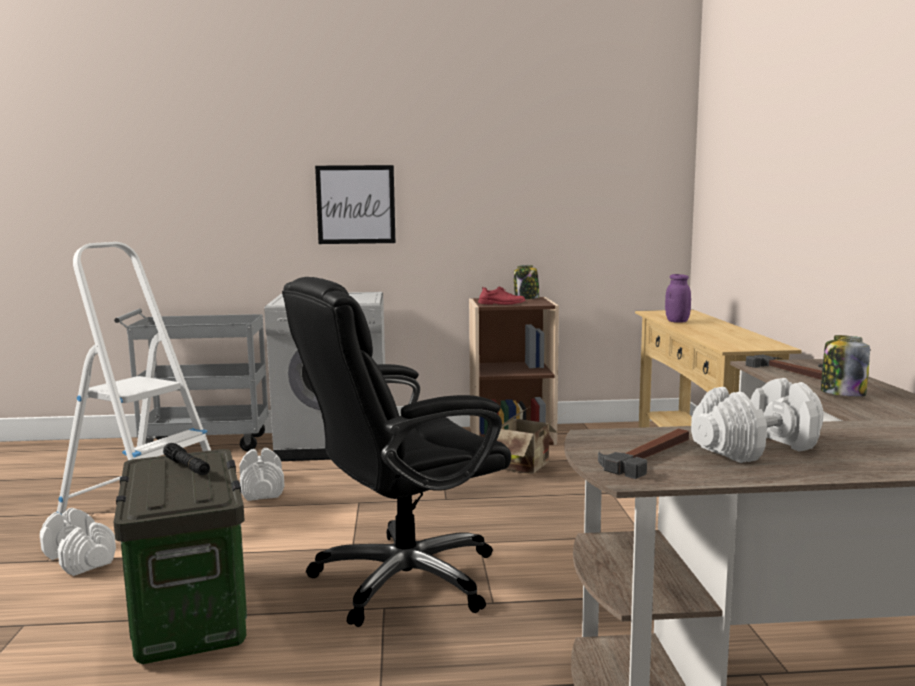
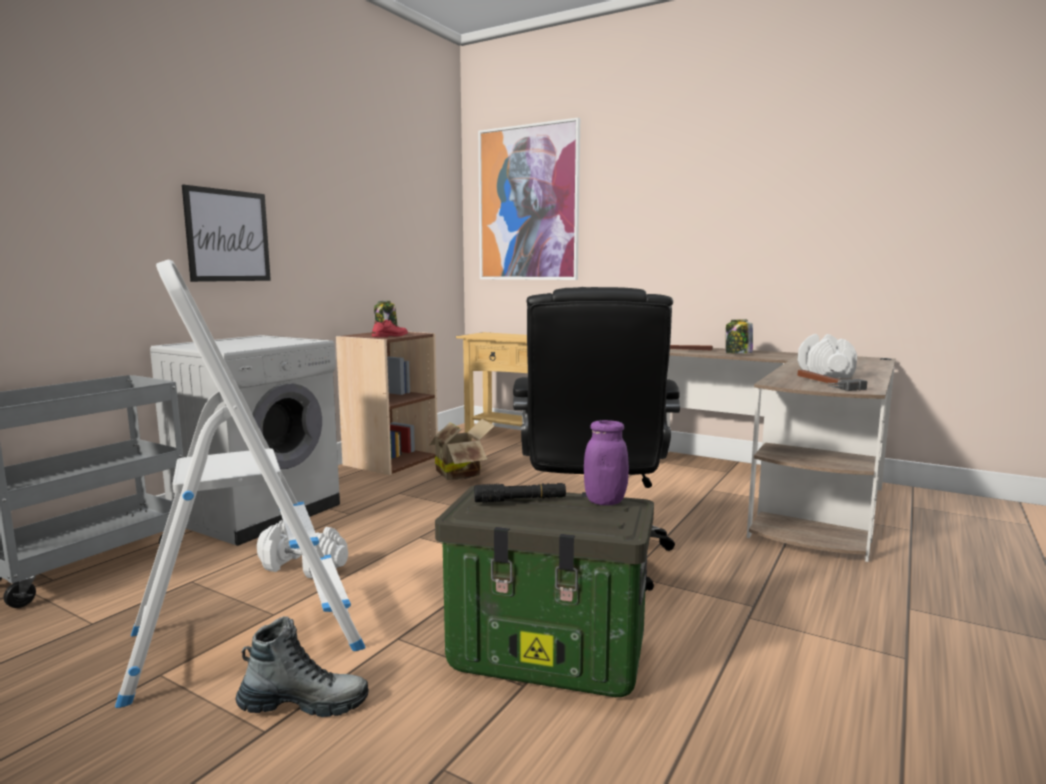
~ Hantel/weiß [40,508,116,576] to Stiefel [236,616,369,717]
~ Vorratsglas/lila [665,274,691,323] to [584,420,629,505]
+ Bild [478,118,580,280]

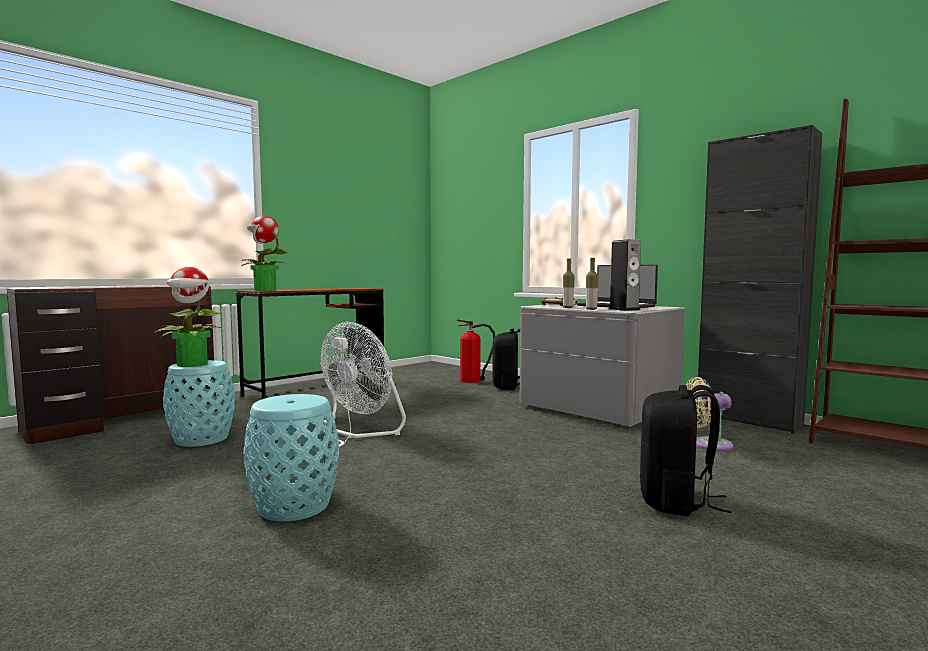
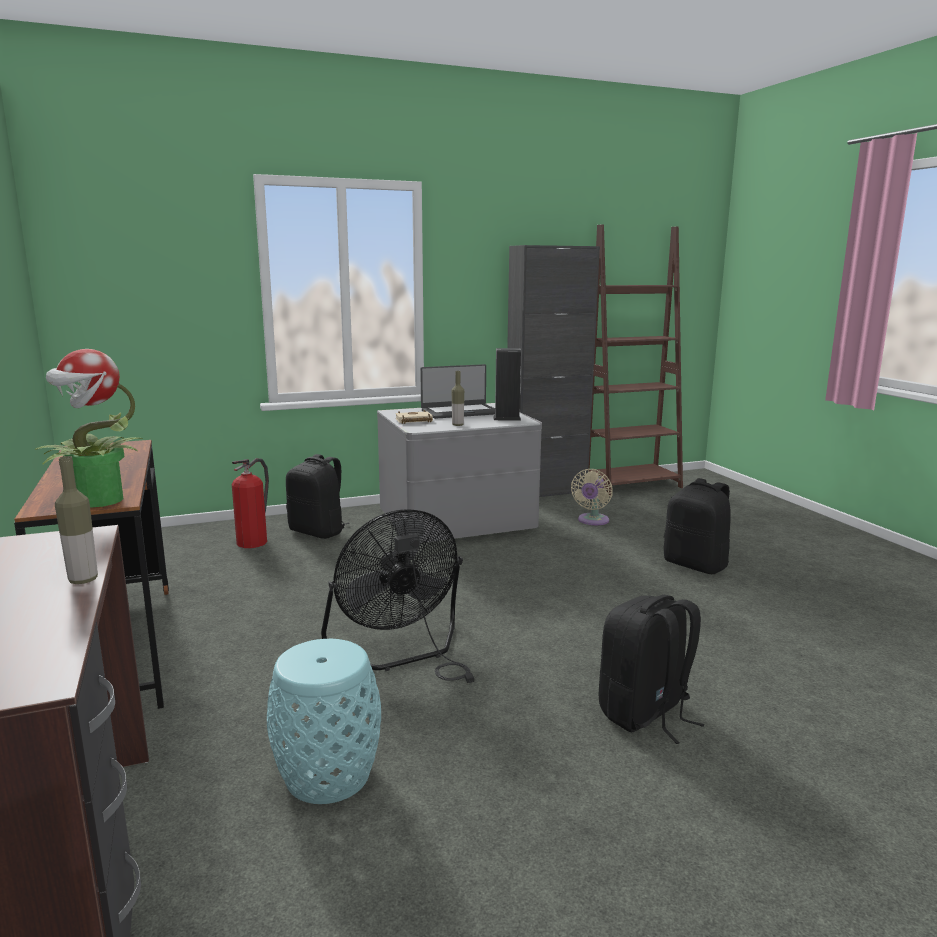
- Topfpflanze [154,267,222,367]
~ Hocker/türkis [243,394,339,522] to Rucksack/schwarz [599,595,704,744]
~ Ventilator/weiß [317,322,406,449] to Ventilator/schwarz [321,510,474,683]
~ Flasche [586,258,598,310] to [55,456,98,584]

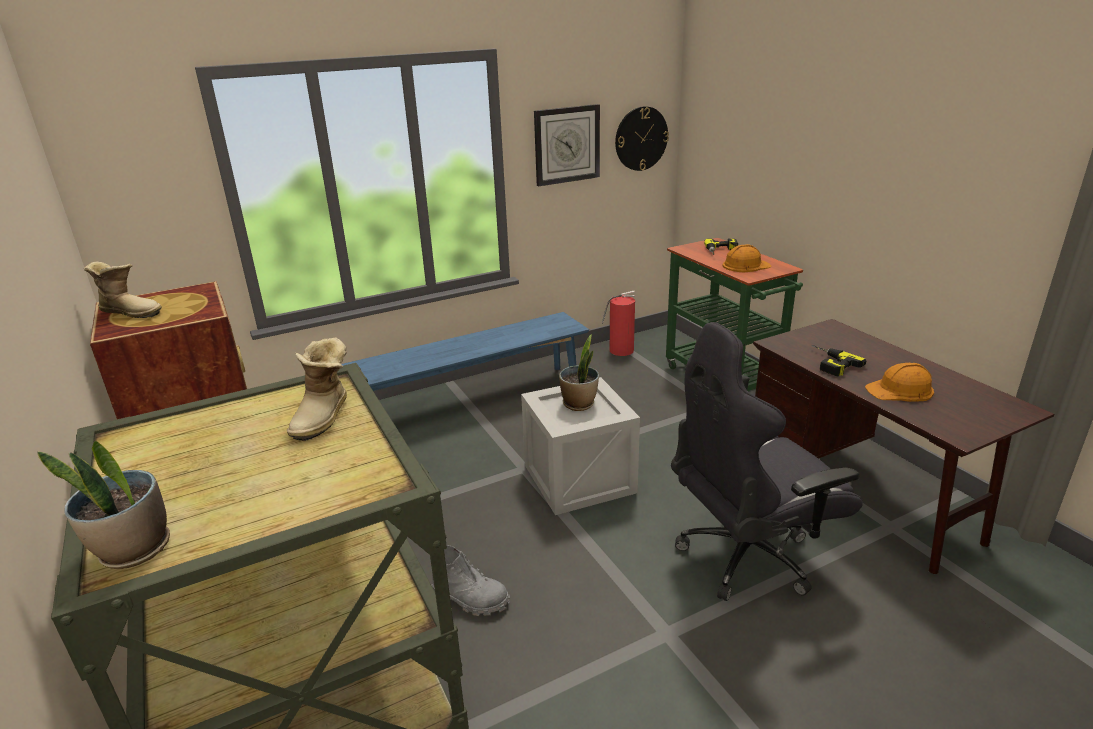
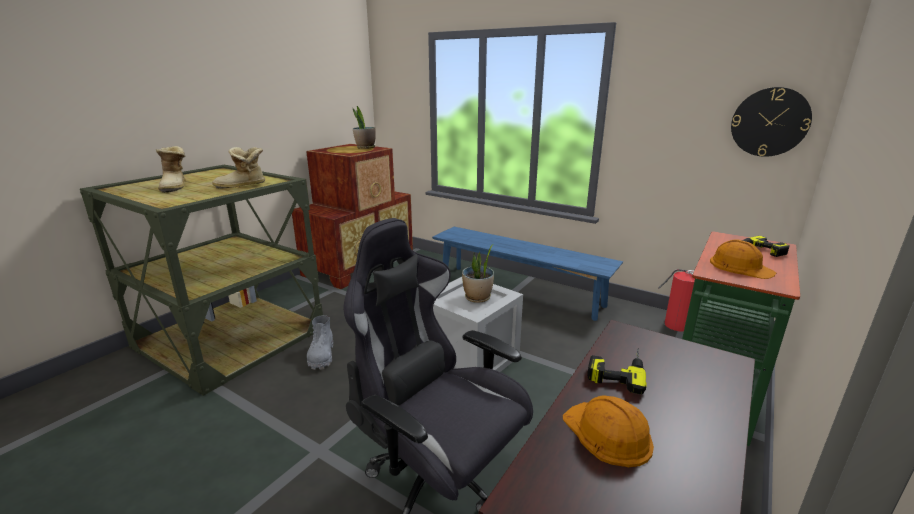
~ Topfpflanze [37,441,170,569] to [353,106,376,149]
~ Stiefel [84,262,162,318] to [156,146,186,193]
- Wanduhr [534,104,600,186]

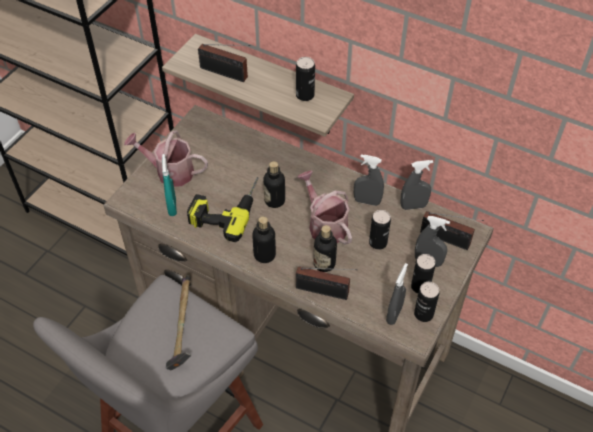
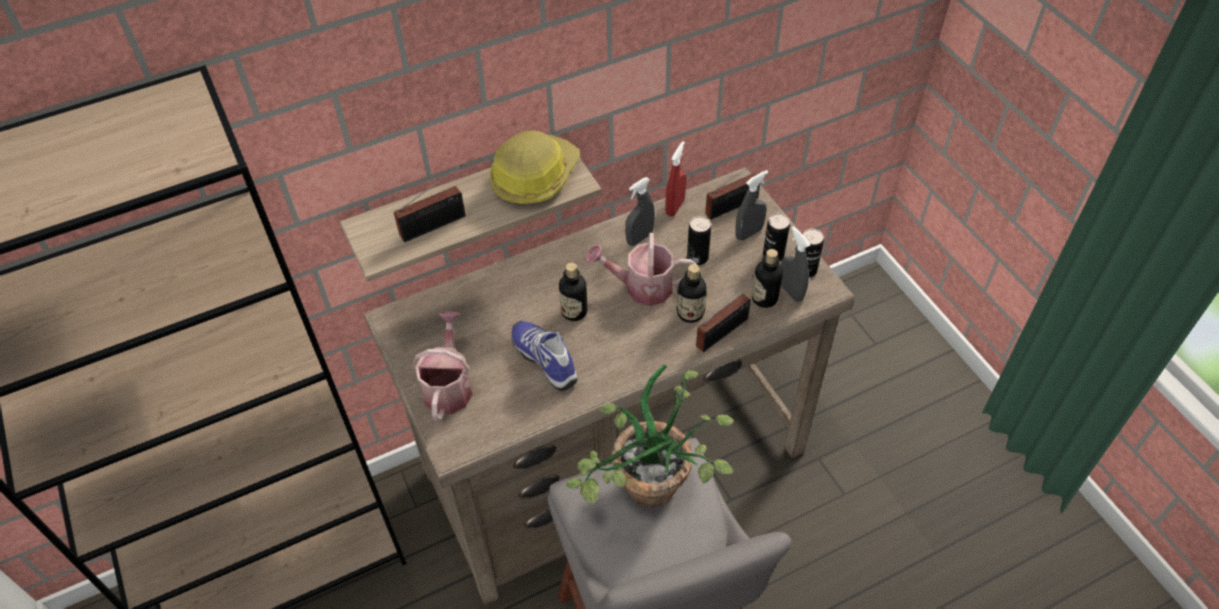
~ Gießkanne [124,130,208,187] = [412,312,473,421] 135 degrees clockwise
- Sprühflasche/türkis [162,154,177,216]
~ Hammer [166,275,192,370] to Topfpflanze [566,365,734,508]
~ Bohrmaschine [187,177,259,242] to Schuh [512,321,578,391]
~ Flasche [252,216,276,263] to [752,249,783,308]
~ Dose [296,57,315,101] to Schutzhelm [490,130,580,205]
~ Sprühflasche/grau [401,160,433,210] to Sprühflasche/rot [665,141,686,217]

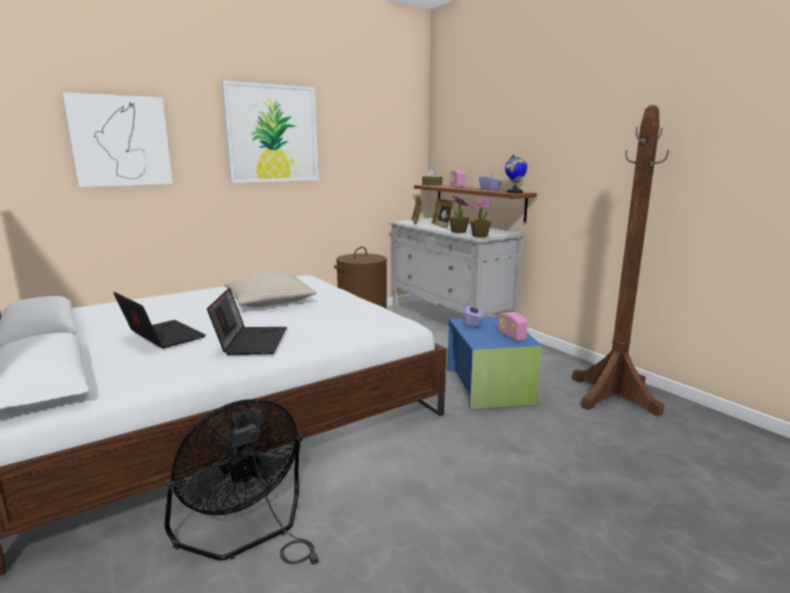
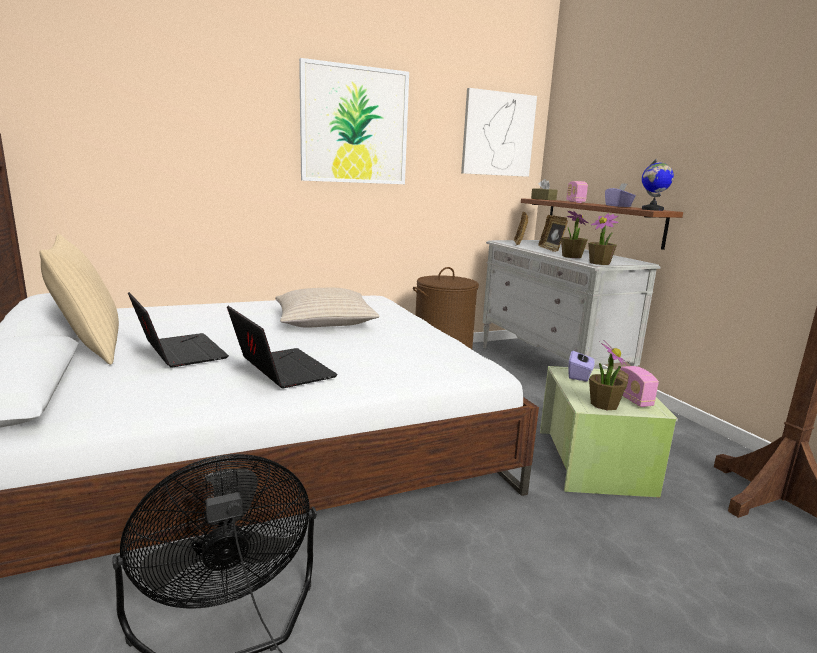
~ Bild [62,92,173,187] to [461,88,537,177]
~ Laptop [207,288,287,355] = [227,306,338,388] 45 degrees counterclockwise
~ Aufbewahrungsbox/blau [448,317,542,409] to Aufbewahrungsbox/grün [540,366,678,497]
+ Kissen/beige [39,234,119,365]
+ Topfpflanze [589,342,628,410]

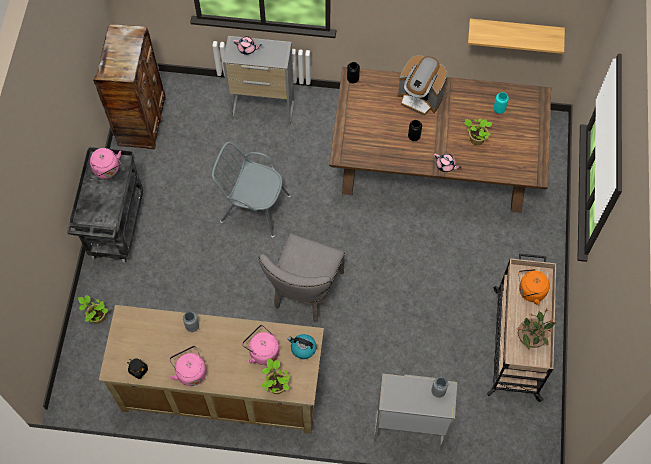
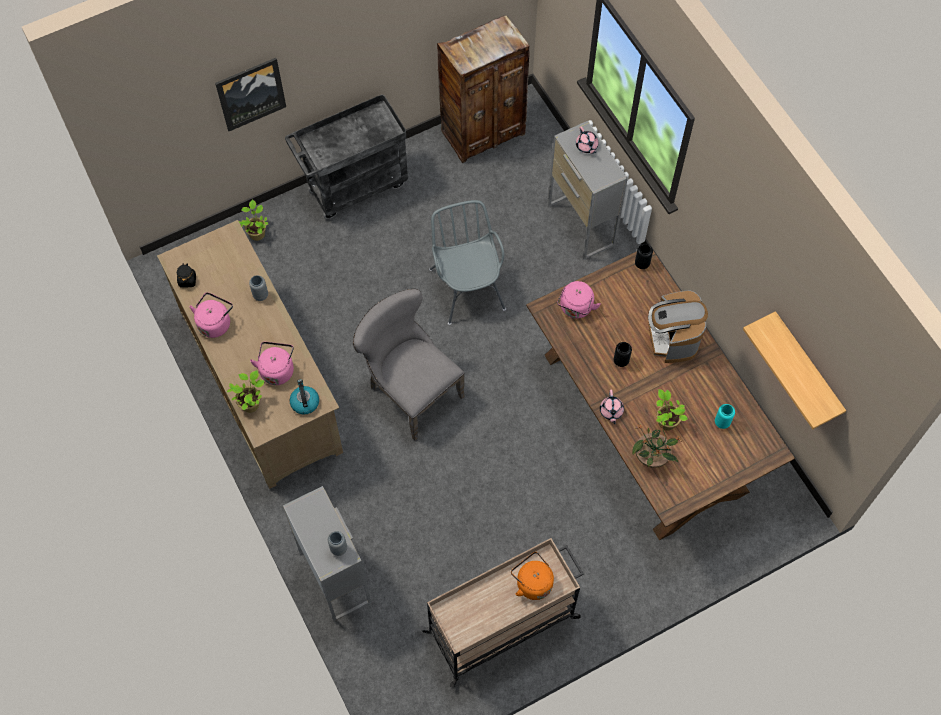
~ Wasserkessel/rosa [90,148,121,179] to [557,281,601,318]
~ Stuhl/grau [259,233,345,322] = [353,289,465,440] 60 degrees clockwise
~ Topfpflanze [518,308,556,348] to [632,424,682,468]
+ Bild [215,58,286,131]

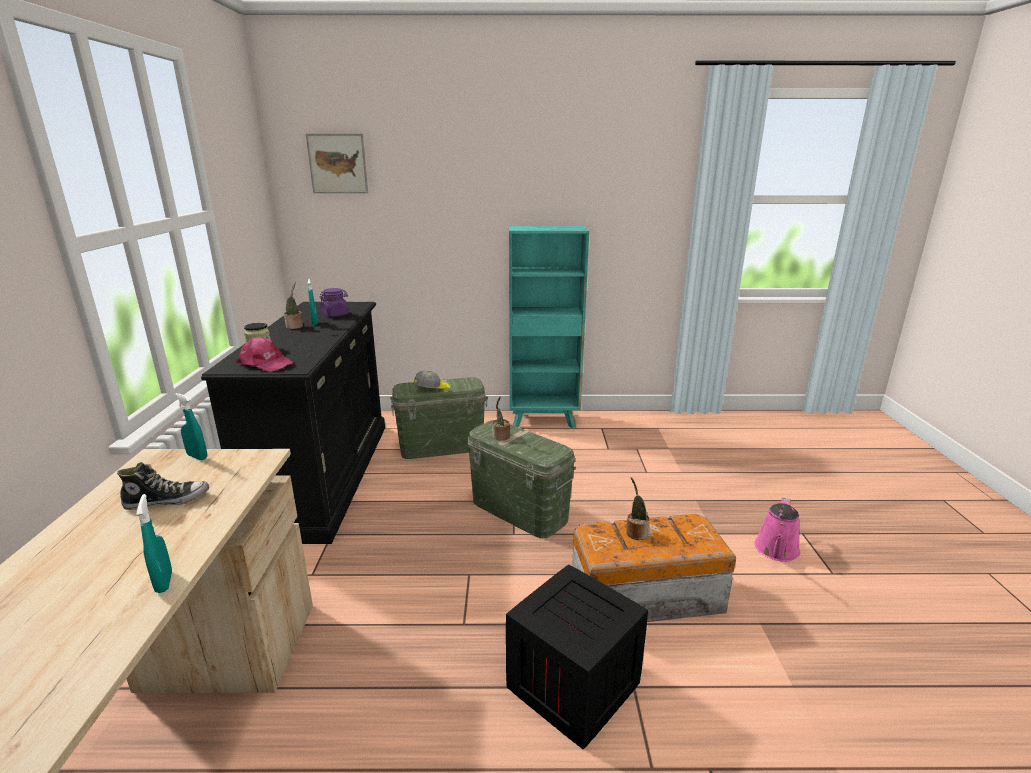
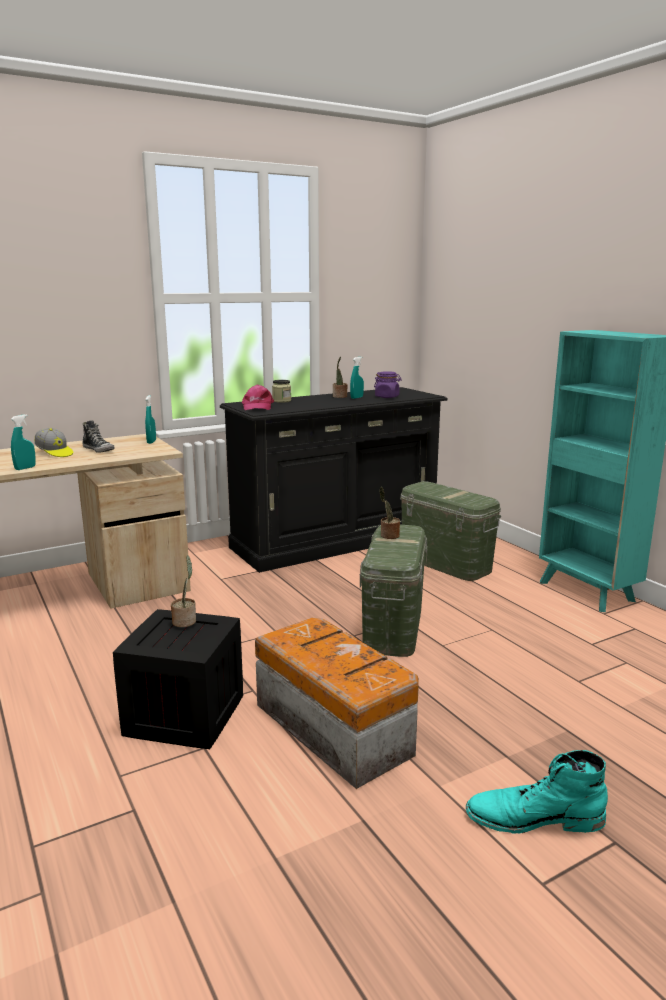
- Bild [306,134,368,193]
~ Kappe [414,370,450,389] to [34,428,73,457]
~ Topfpflanze [627,477,650,540] to [171,555,196,627]
~ Gießkanne/rosa [754,498,800,562] to Stiefel/türkis [466,750,608,834]

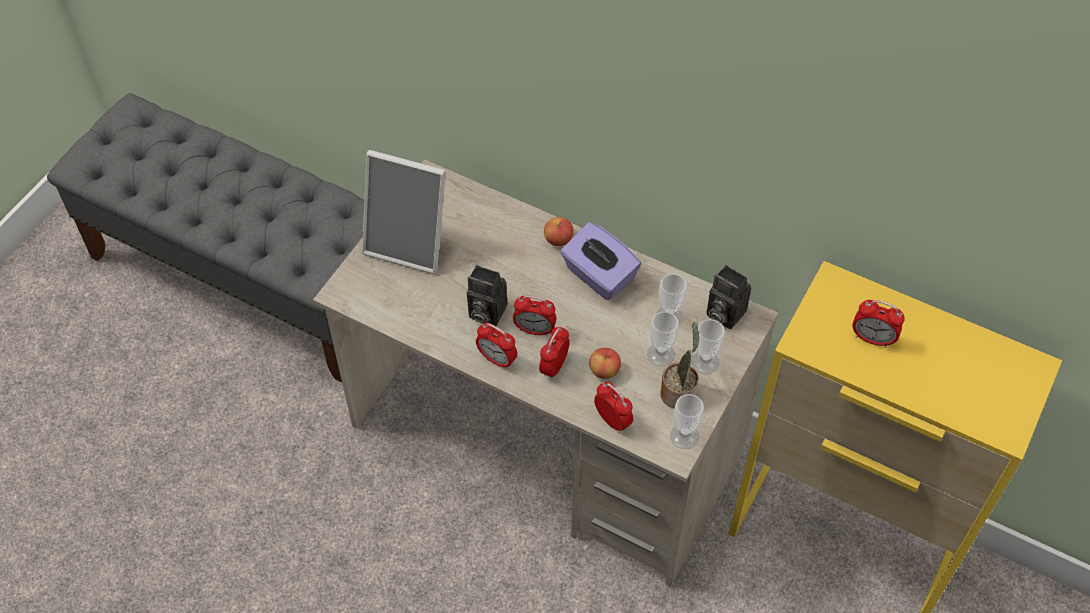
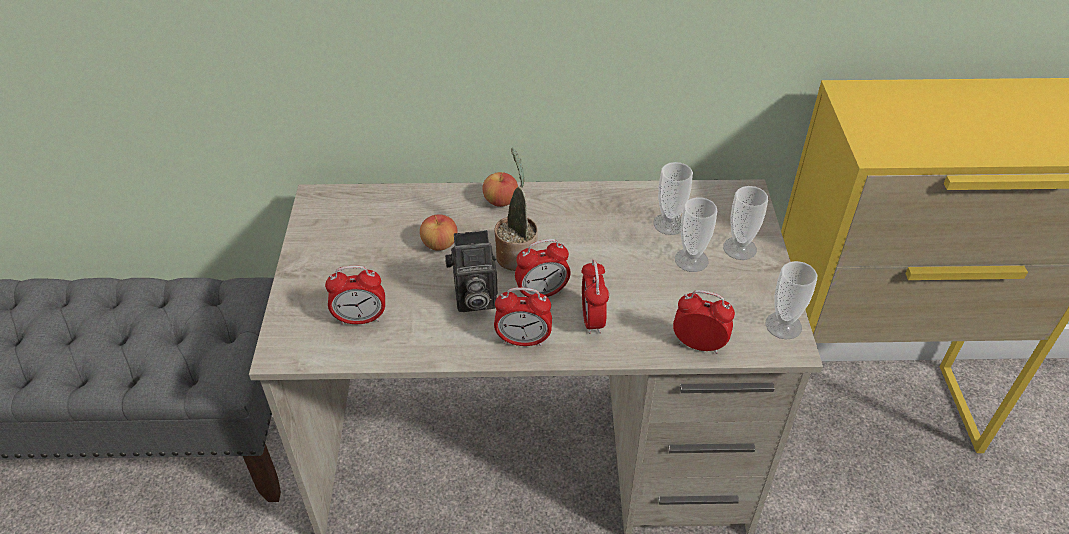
- Bilderrahmen [362,150,446,274]
- Taschentuchbox/lila [560,222,641,300]
~ Apfel [589,348,621,379] to [420,214,457,251]
~ Topfpflanze [660,322,700,409] to [494,148,538,271]
- Kamera [706,265,751,329]
~ Wecker [852,300,905,348] to [325,266,385,325]

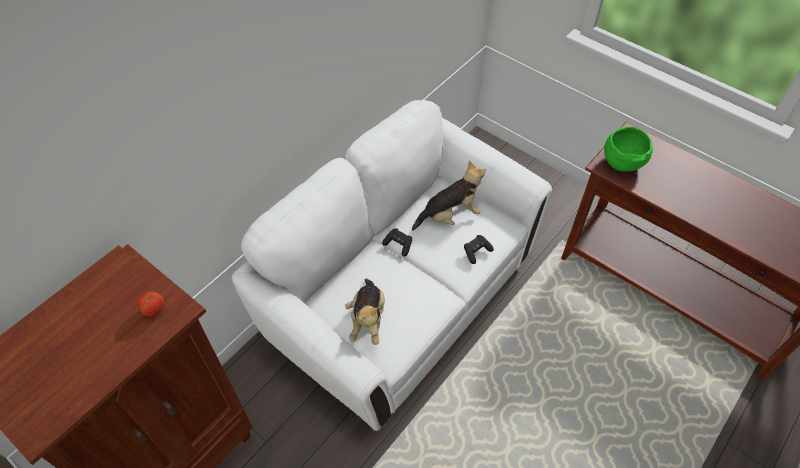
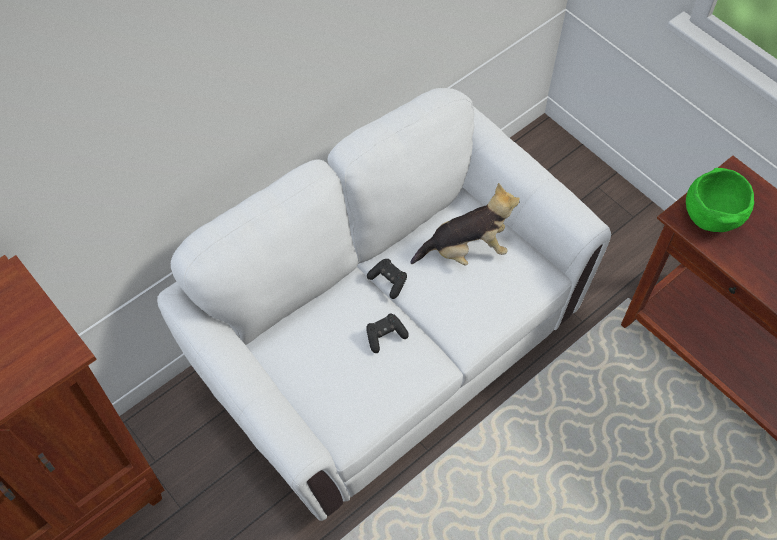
- Apfel [137,292,164,317]
- Plüschtier [345,279,385,345]
~ Gamepad/schwarz [464,235,494,264] to [366,313,409,353]

